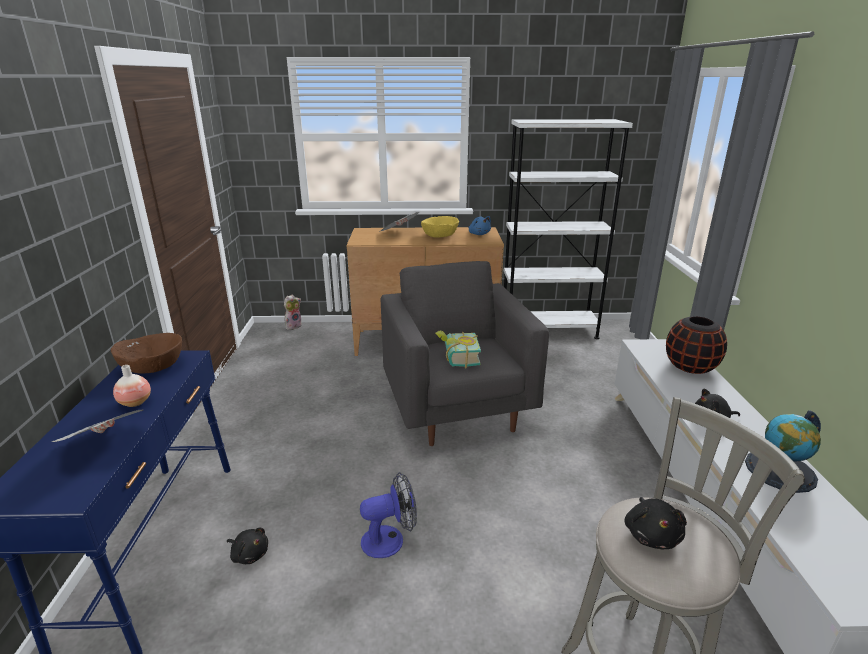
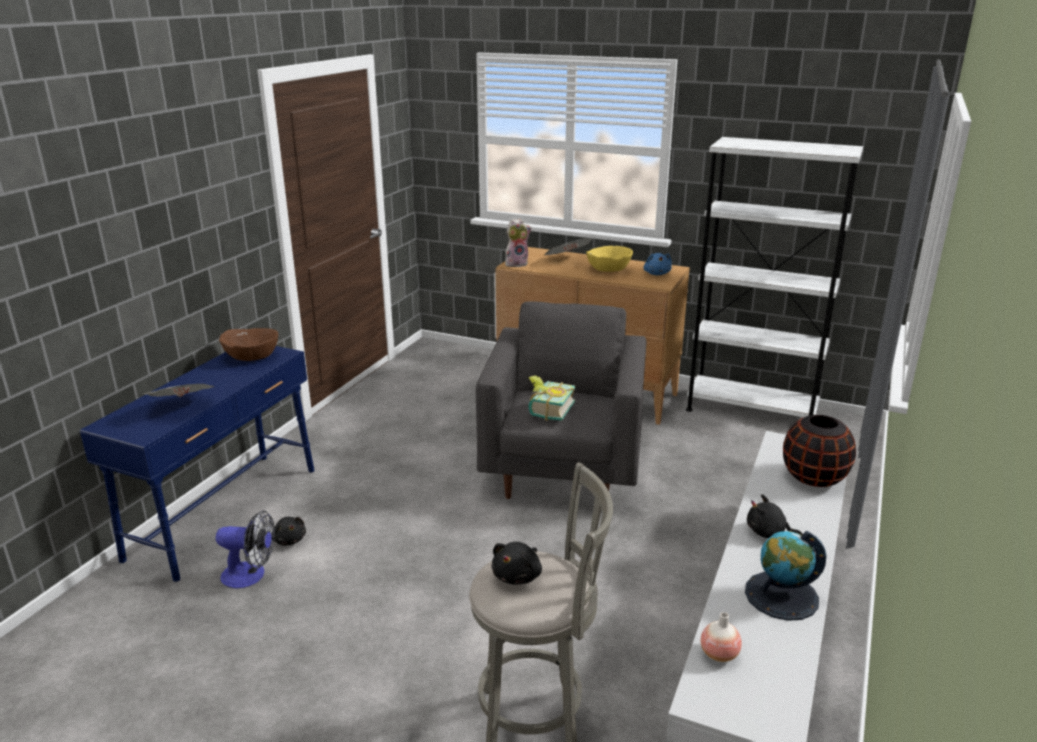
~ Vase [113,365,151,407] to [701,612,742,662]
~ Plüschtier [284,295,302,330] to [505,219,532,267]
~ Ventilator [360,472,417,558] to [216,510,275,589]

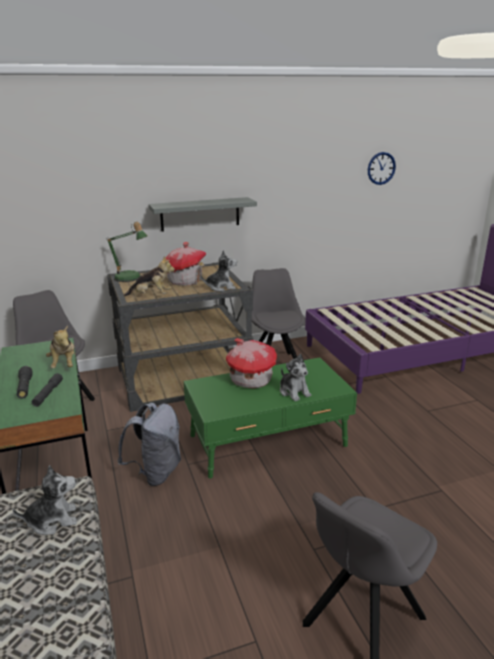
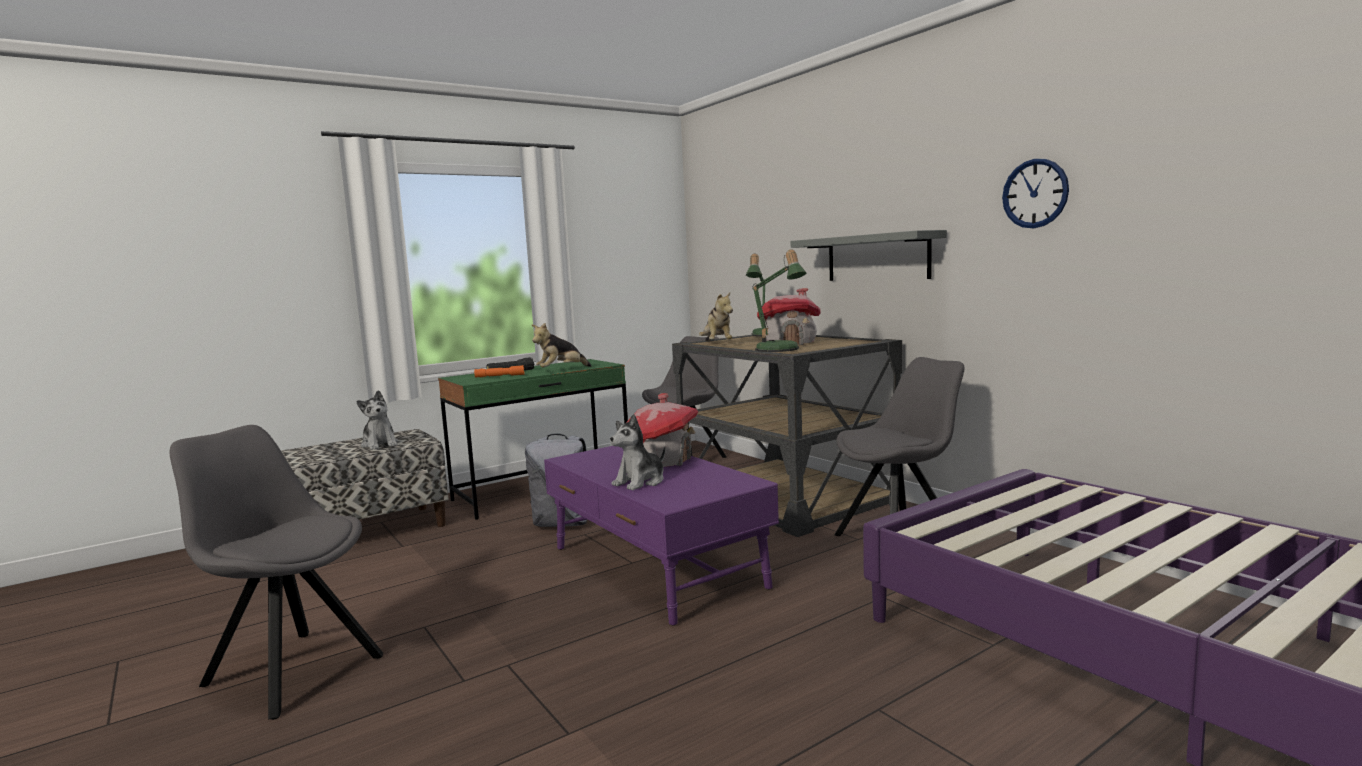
~ Taschenlampe/grau [32,373,63,407] to Taschenlampe/orange [474,365,525,377]
~ Couchtisch/grün [184,357,357,479] to Couchtisch/lila [544,446,779,625]
~ Plüschtier [201,250,237,291] to Tischlampe [752,249,806,352]
~ Wanduhr [368,152,396,185] to [1002,159,1069,228]

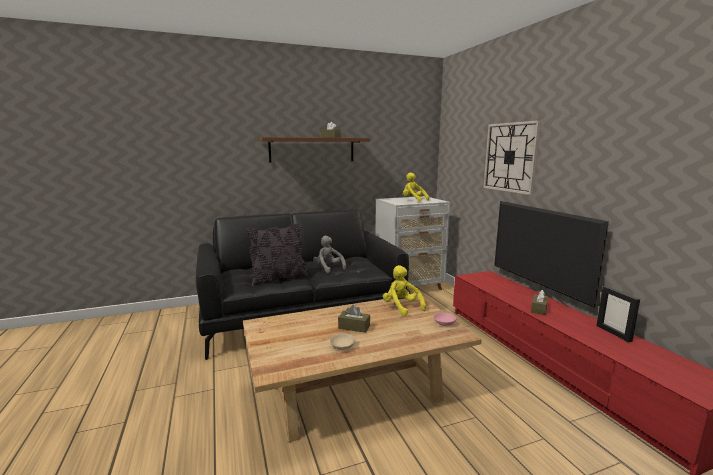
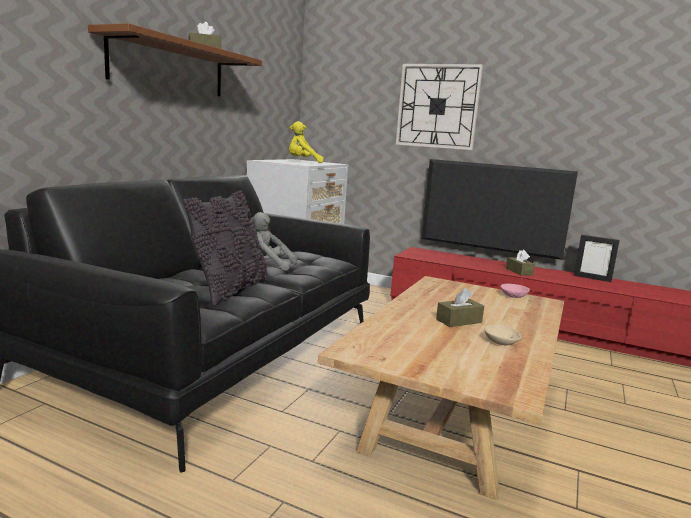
- Plüschtier/gelb [383,265,426,316]

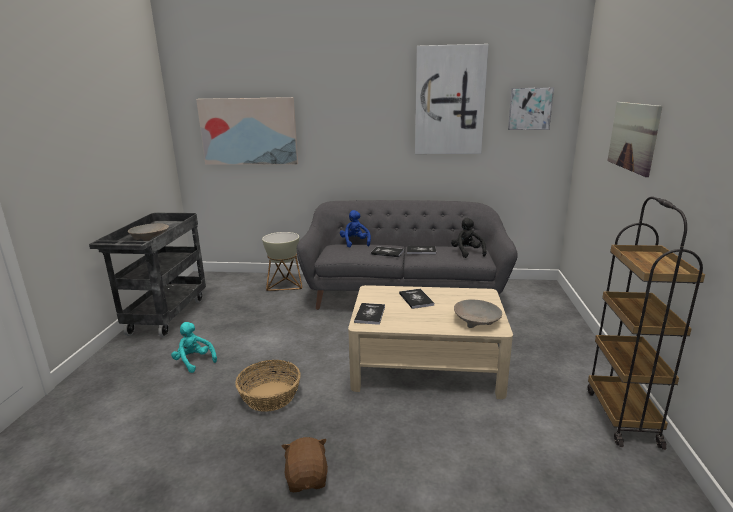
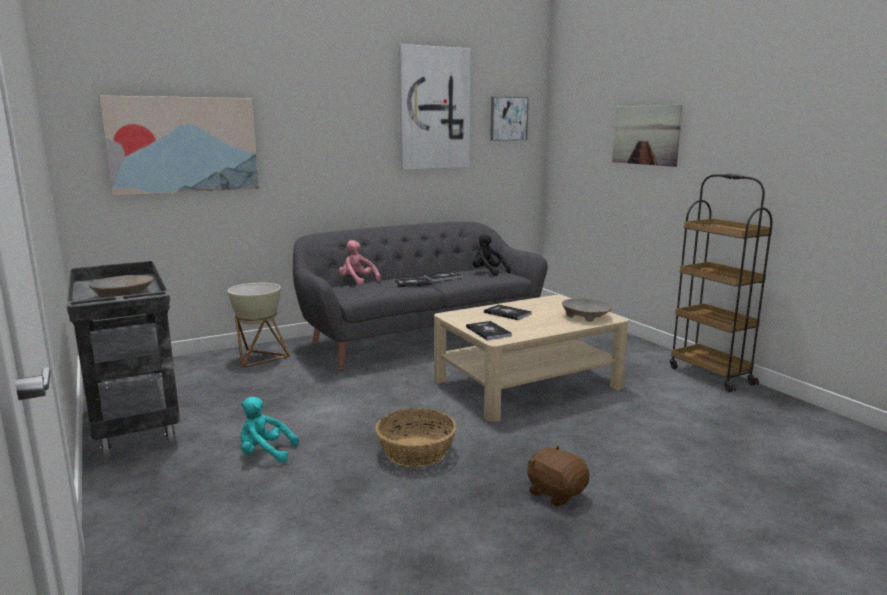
~ Plüschtier/blau [340,210,371,248] to Plüschtier/rosa [338,240,381,286]

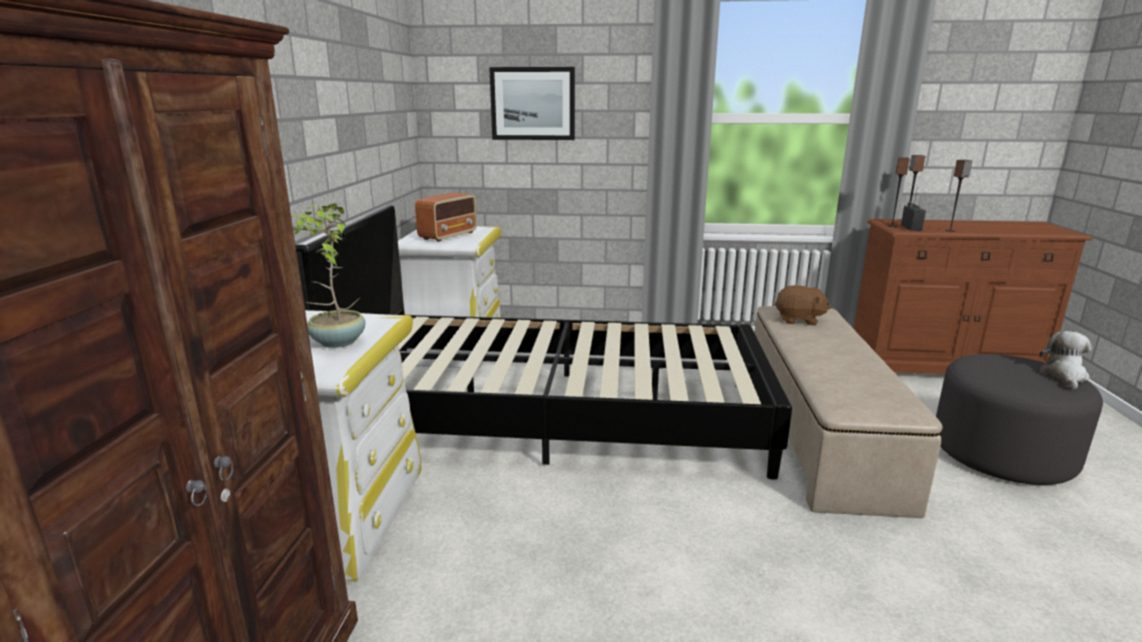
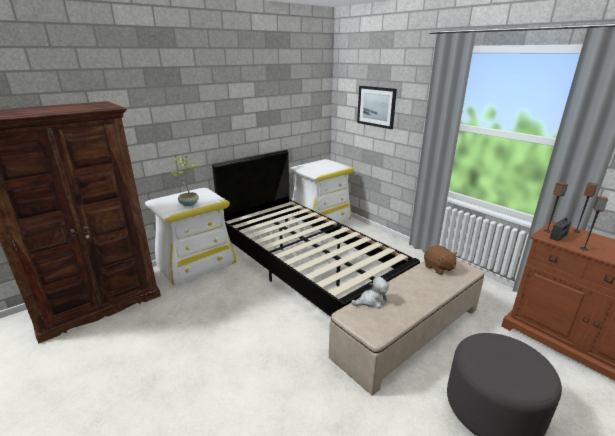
- Radio [415,193,477,242]
~ Plüschtier [1039,331,1092,389] to [351,276,389,309]

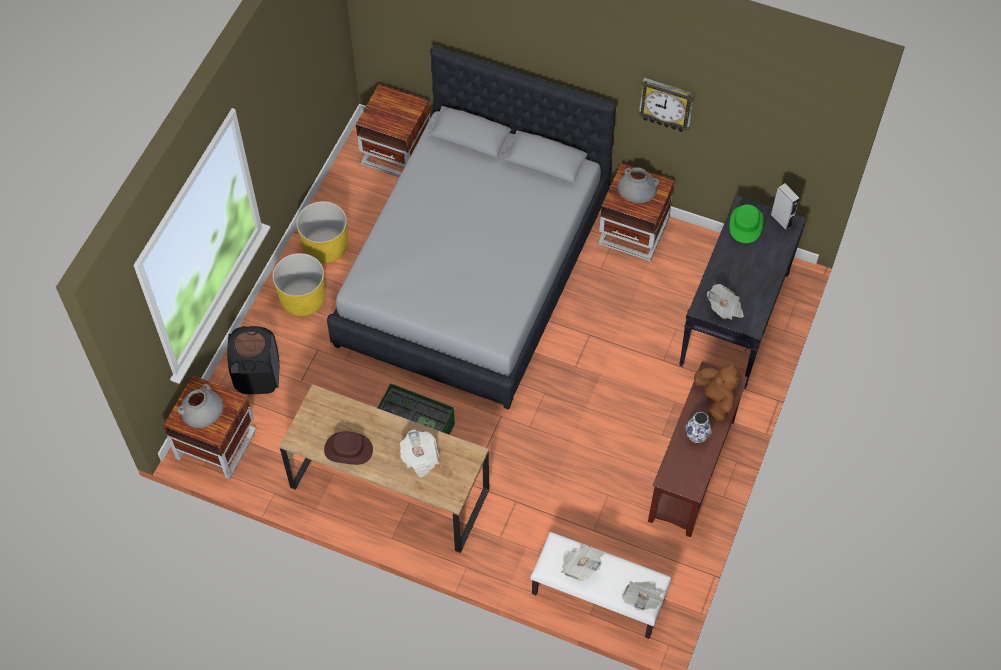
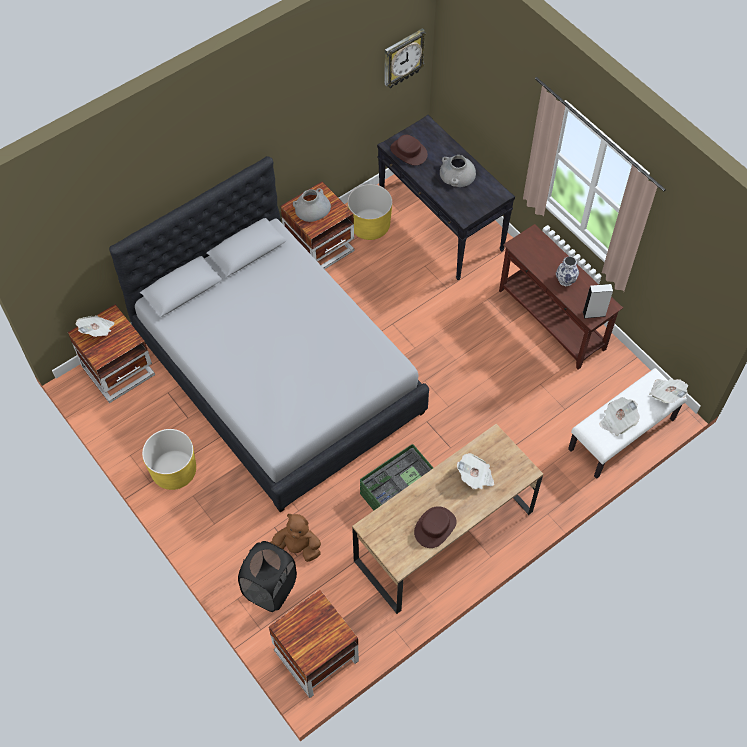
~ Vase/grau [177,384,223,428] to [440,155,476,187]
~ Pflanzkübel/gelb [272,253,326,316] to [348,184,392,240]
~ Wanduhr [638,77,695,132] to [384,28,426,88]
~ Plüschtier/braun [694,360,740,421] to [270,514,321,562]
~ Zeitung [707,284,744,320] to [76,315,115,337]
~ Hut/grün [729,204,763,243] to Hut/braun [390,135,428,166]
~ Lautsprecher/grau [771,183,800,230] to [583,284,613,318]

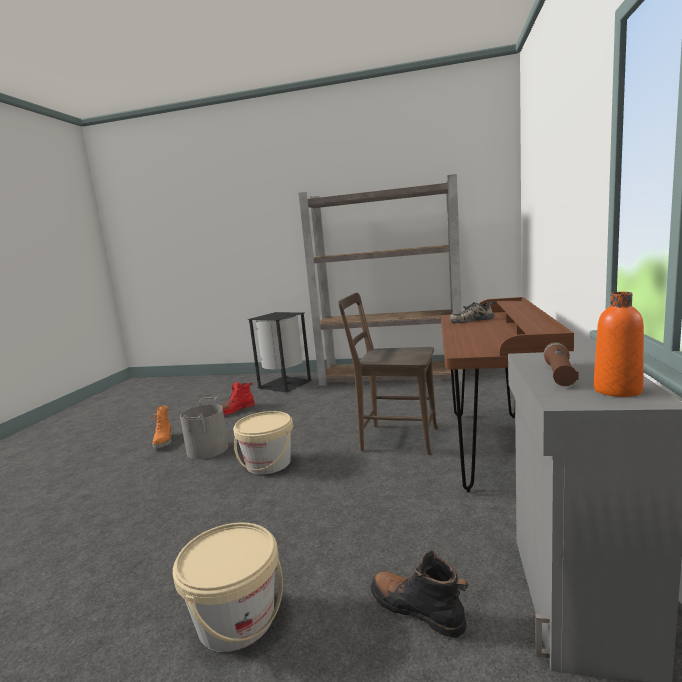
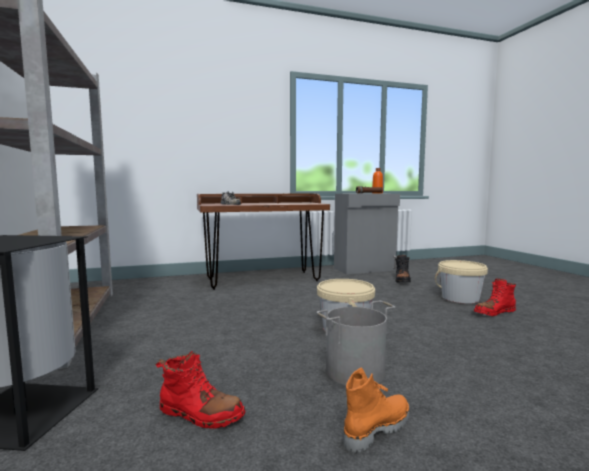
- Stuhl/braun [338,293,438,455]
+ Stiefel/rot [474,279,516,316]

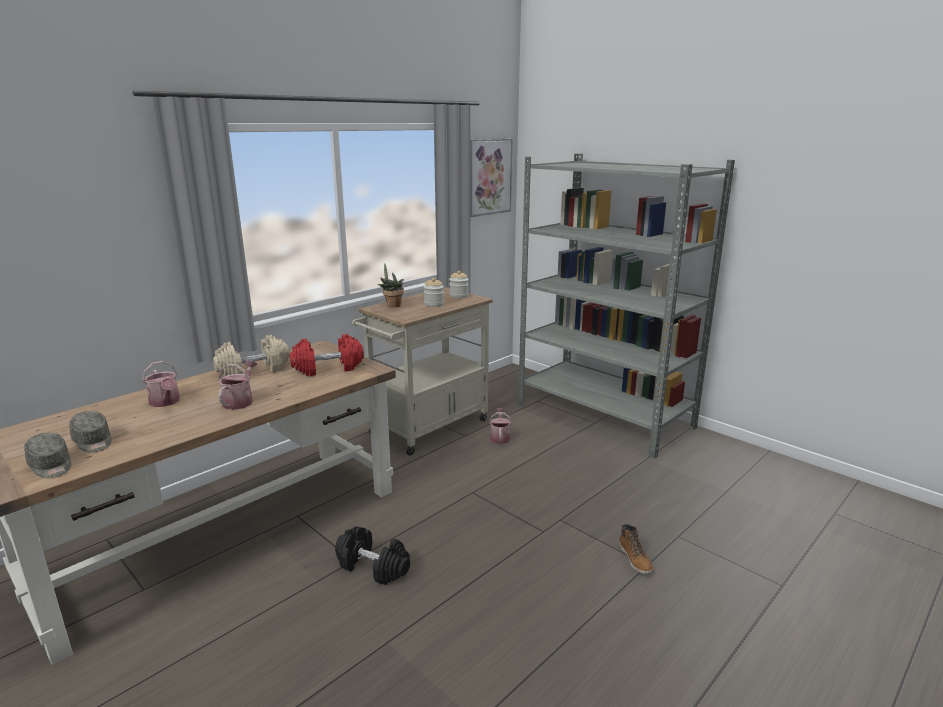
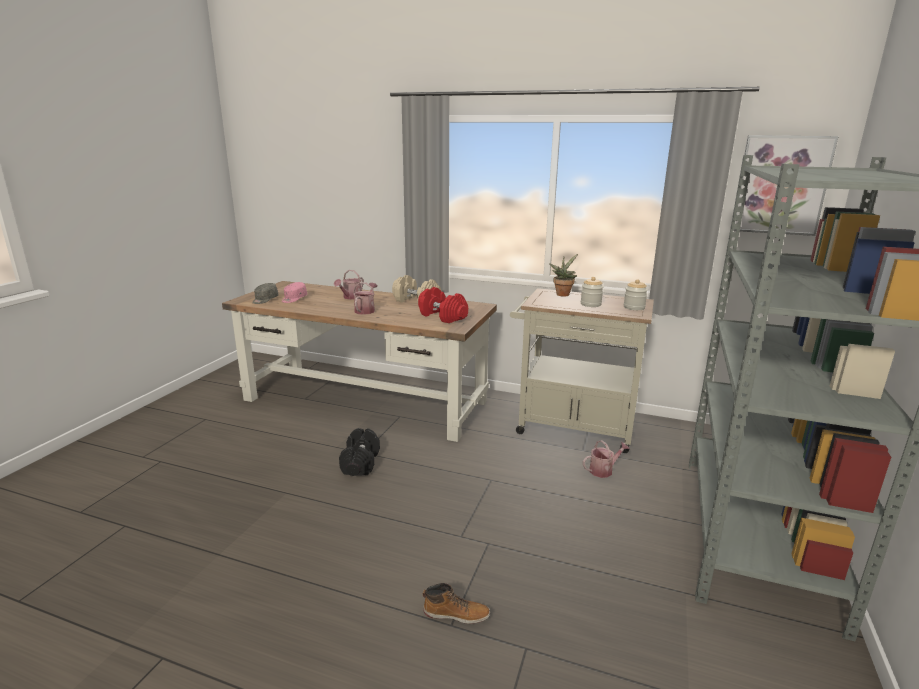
~ Kappe/grau [69,411,112,453] to Kappe/rosa [282,282,307,303]
~ Gießkanne [219,360,257,410] = [353,282,378,315] 60 degrees counterclockwise
~ Stiefel [619,524,653,574] = [423,583,490,624] 135 degrees counterclockwise

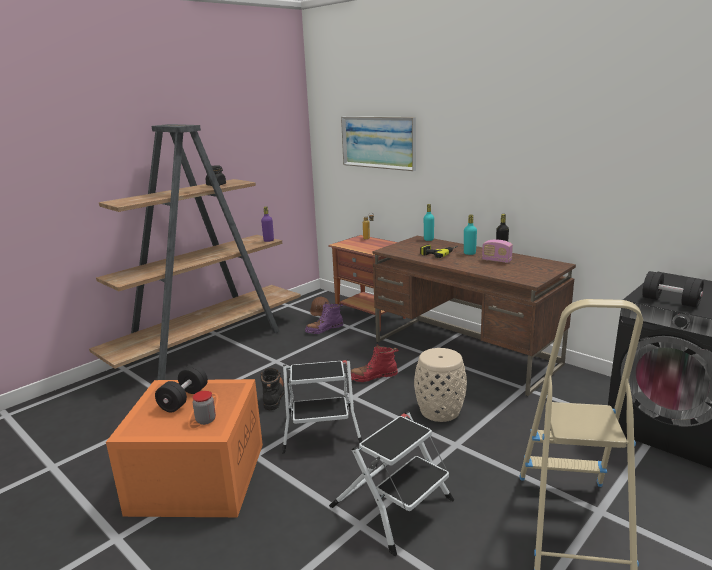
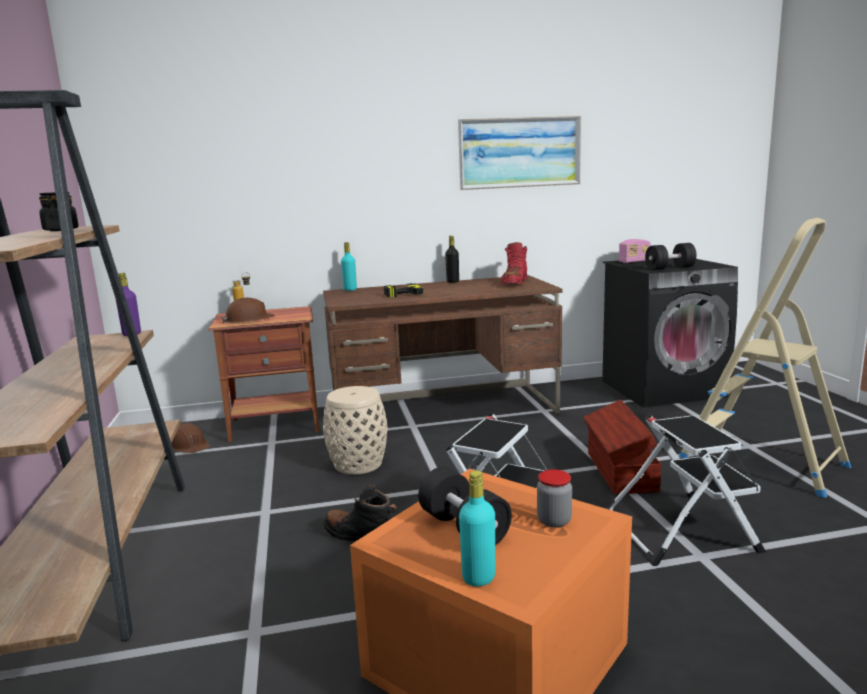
- Stiefel/lila [305,302,343,334]
~ Bild [341,116,416,171] to [458,116,581,190]
~ Stiefel/rot [351,345,399,382] to [500,242,527,285]
~ Hocker/beige [414,348,467,422] to [323,386,387,475]
~ Flasche/türkis [464,215,477,255] to [459,471,495,586]
~ Radio [482,239,513,263] to [619,239,650,263]
+ Schutzhelm/braun [222,298,275,323]
+ Aufbewahrungsbox/braun [583,399,661,494]

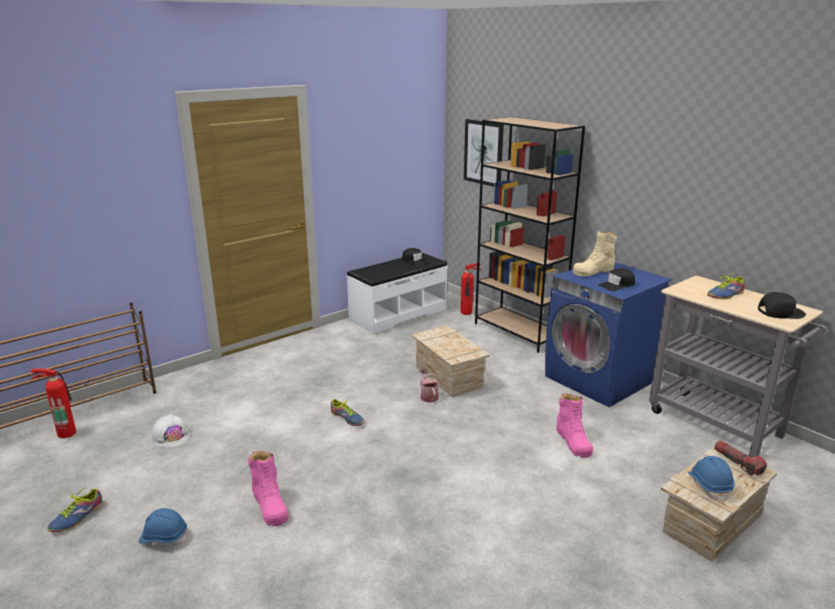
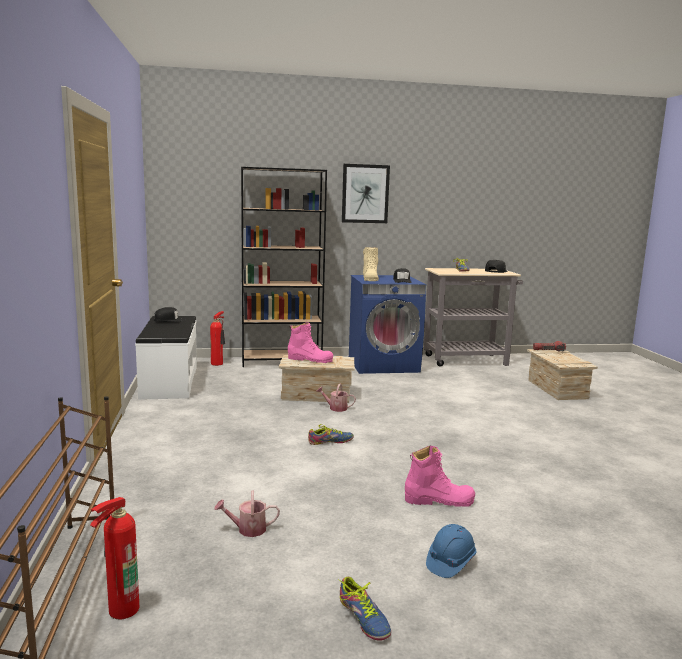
~ Schutzhelm/weiß [152,414,191,448] to Gießkanne [214,490,280,537]
~ Bild [464,119,504,187] to [342,164,390,223]
~ Stiefel/rosa [557,393,593,458] to [288,322,333,363]
- Schutzhelm/blau [688,456,735,502]

